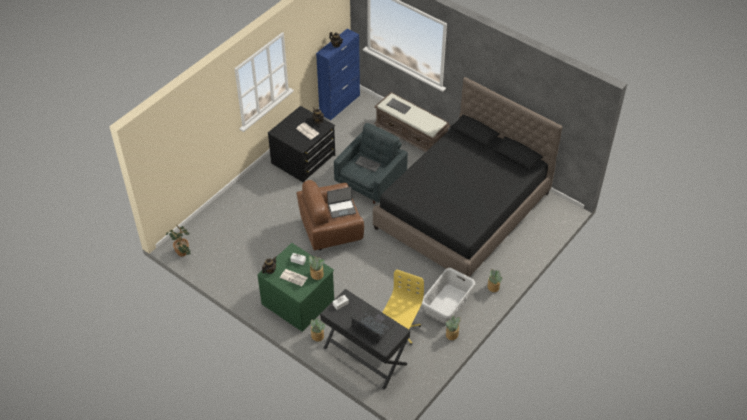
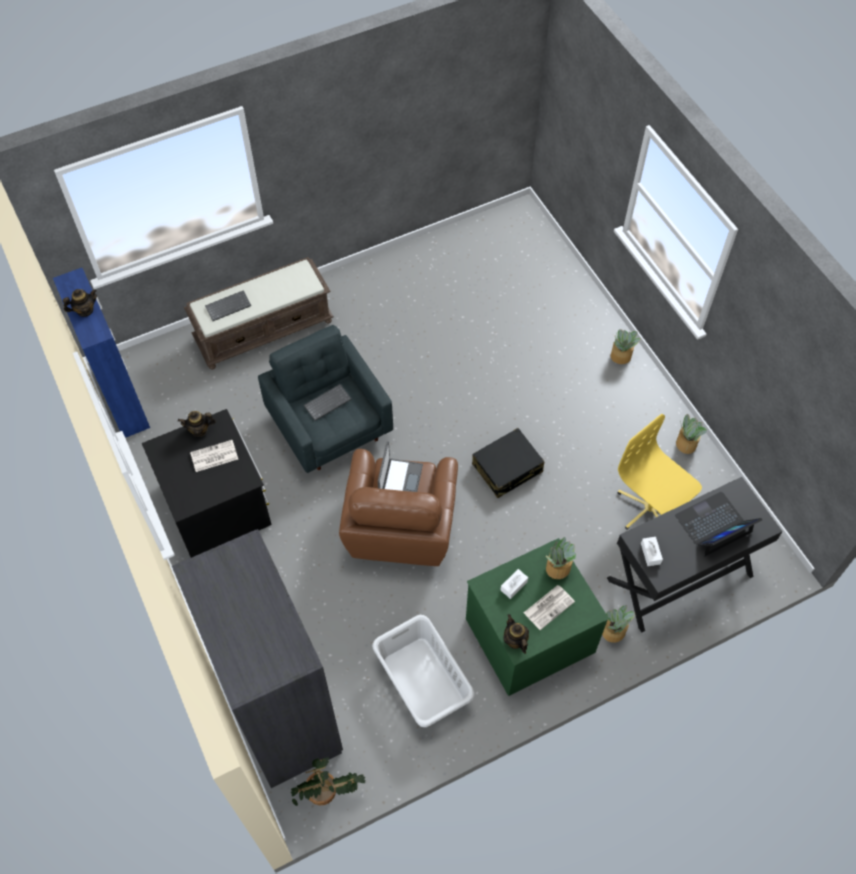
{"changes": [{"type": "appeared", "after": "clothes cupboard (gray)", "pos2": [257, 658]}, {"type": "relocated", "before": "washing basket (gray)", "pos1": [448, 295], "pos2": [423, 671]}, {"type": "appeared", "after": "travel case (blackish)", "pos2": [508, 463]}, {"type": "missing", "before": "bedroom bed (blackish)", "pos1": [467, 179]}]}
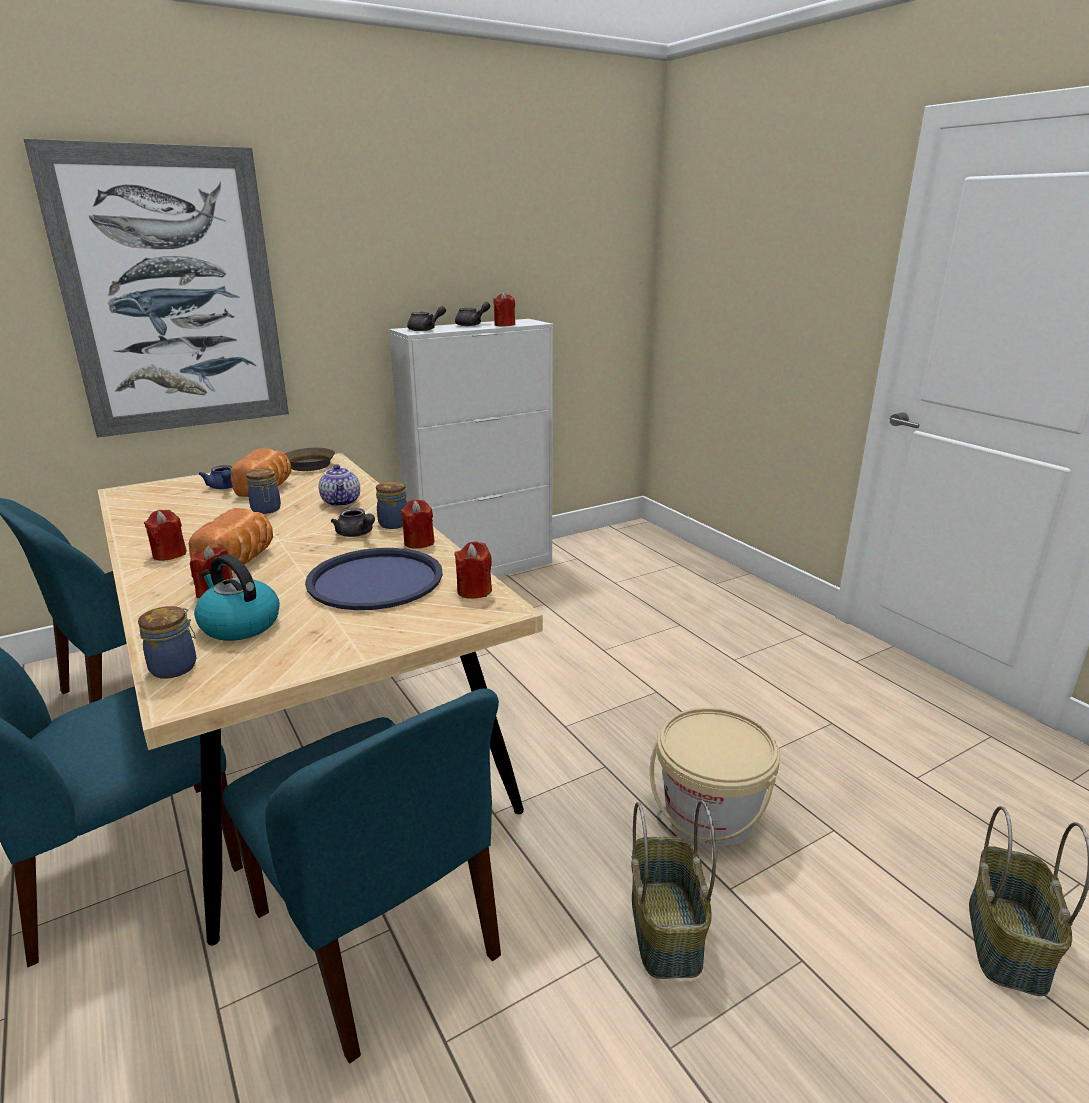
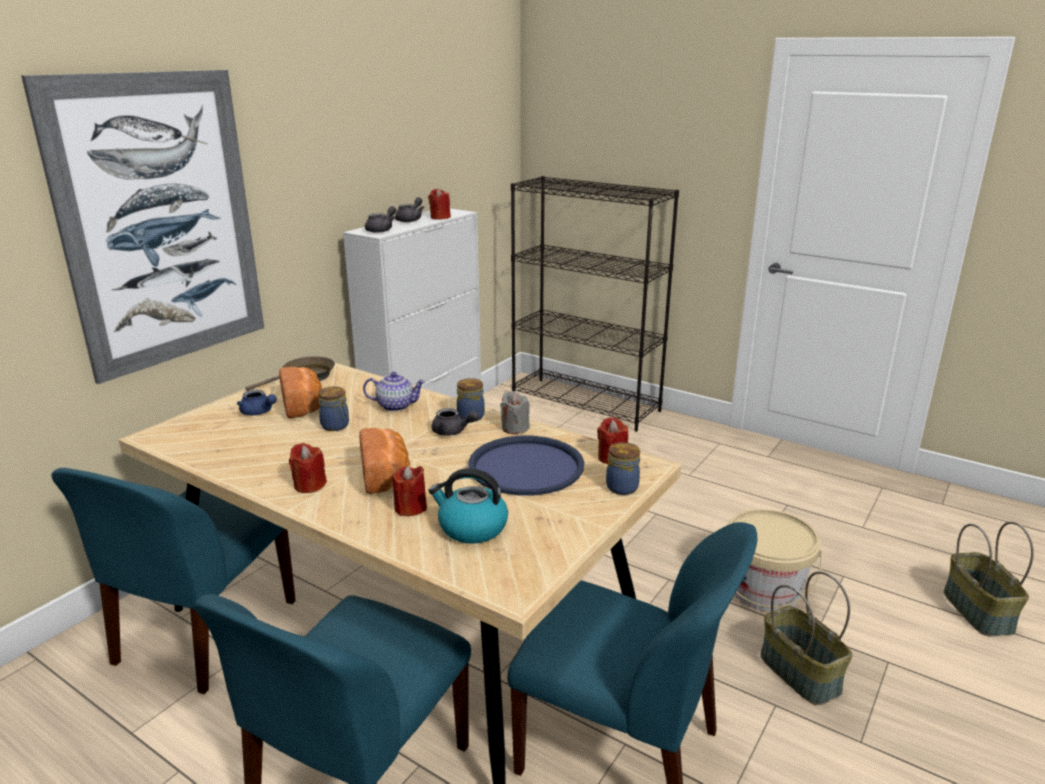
{"changes": [{"type": "spun", "before": "teapot", "pos1": [339, 485], "pos2": [394, 392], "turn": -45}, {"type": "colour", "before": "wax candle (red)", "after": "wax candle (gray)", "pos1": [417, 524], "pos2": [515, 412]}, {"type": "appeared", "after": "bookcase (blackish)", "pos2": [595, 304]}, {"type": "relocated", "before": "preserve jar", "pos1": [167, 642], "pos2": [623, 468]}]}
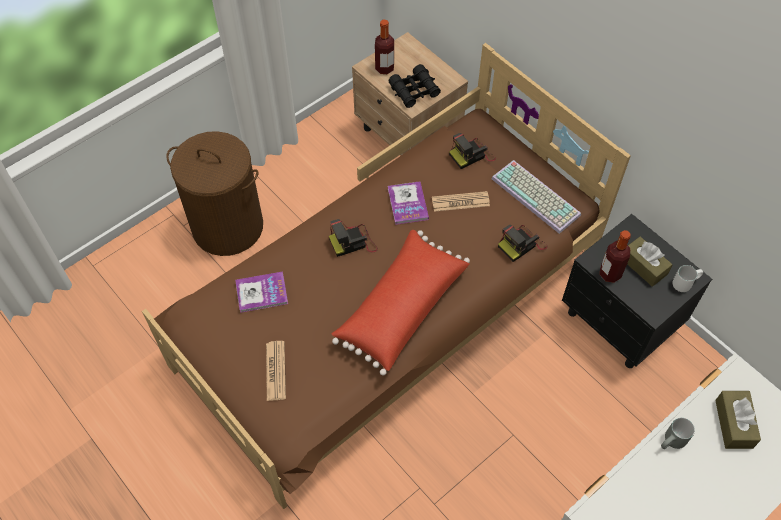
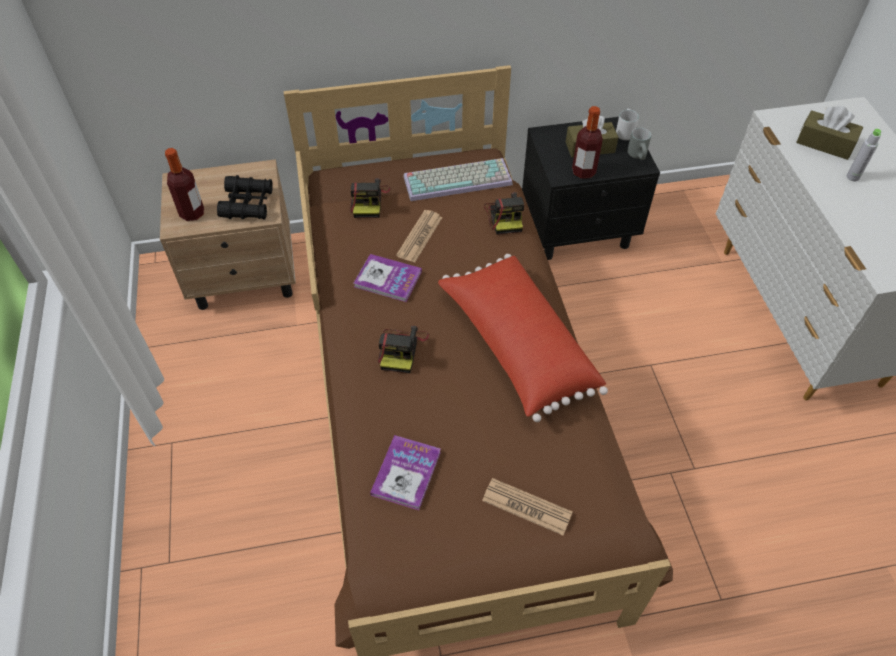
{"changes": [{"type": "relocated", "before": "mug (gray)", "pos1": [678, 433], "pos2": [639, 144]}, {"type": "appeared", "after": "drink bottle (gray)", "pos2": [864, 155]}, {"type": "missing", "before": "washing basket (brown)", "pos1": [214, 193]}]}
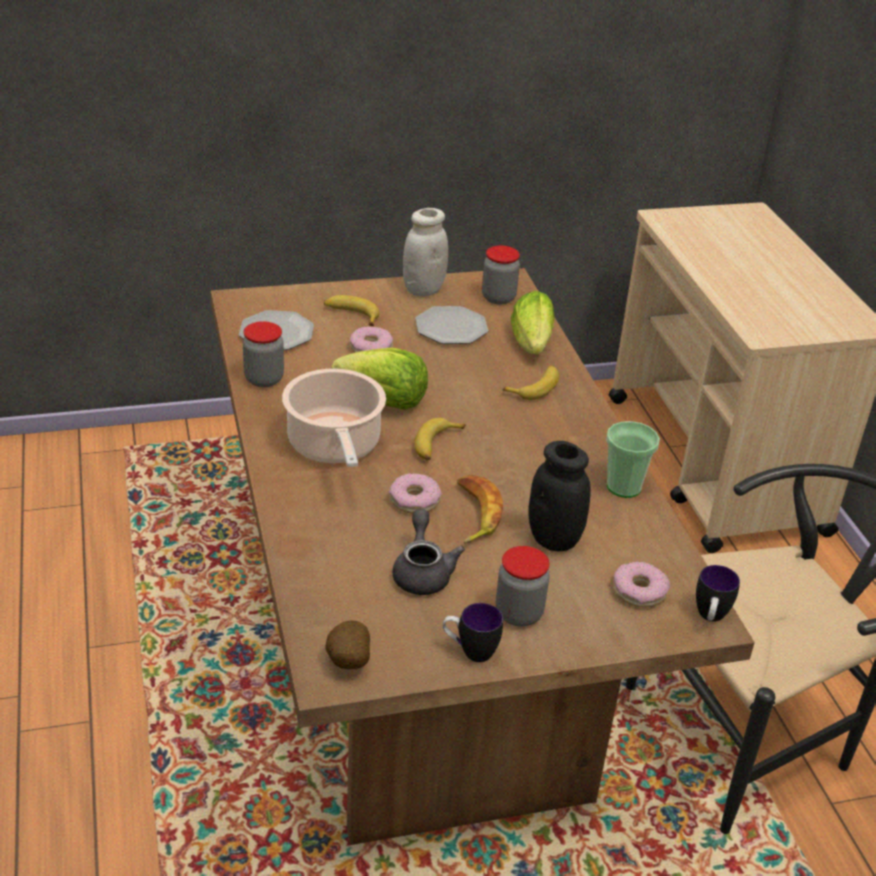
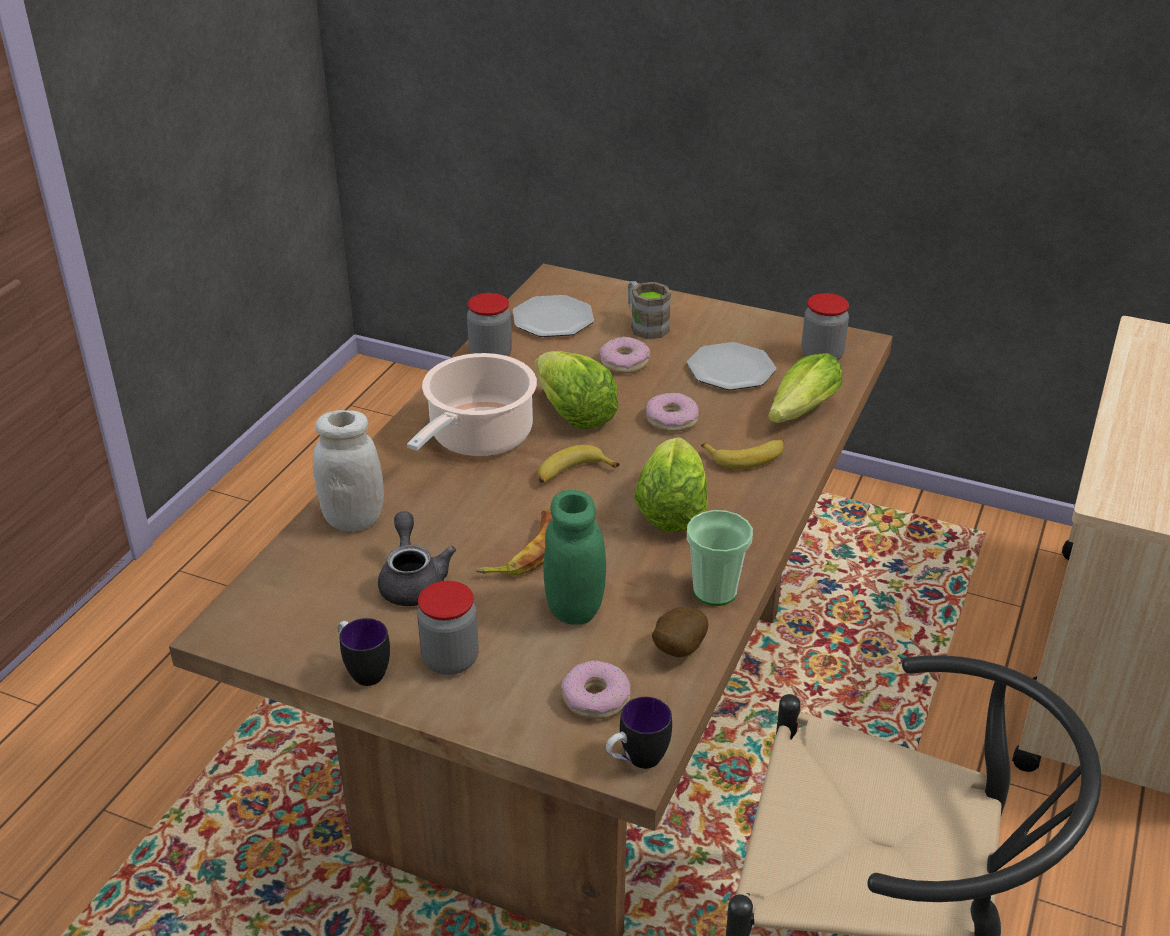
{"changes": [{"type": "relocated", "before": "preserve jar (white)", "pos1": [425, 252], "pos2": [348, 470]}, {"type": "spun", "before": "teapot (gray)", "pos1": [428, 552], "pos2": [417, 558], "turn": -45}, {"type": "colour", "before": "preserve jar (blackish)", "after": "preserve jar (greenish)", "pos1": [560, 496], "pos2": [574, 557]}, {"type": "exchanged", "before": "whole banana", "after": "mug (brown)", "pos1": [352, 310], "pos2": [649, 310]}, {"type": "appeared", "after": "lettuce", "pos2": [671, 484]}, {"type": "relocated", "before": "ring doughnut", "pos1": [415, 493], "pos2": [672, 412]}, {"type": "relocated", "before": "whole potato", "pos1": [347, 644], "pos2": [680, 632]}]}
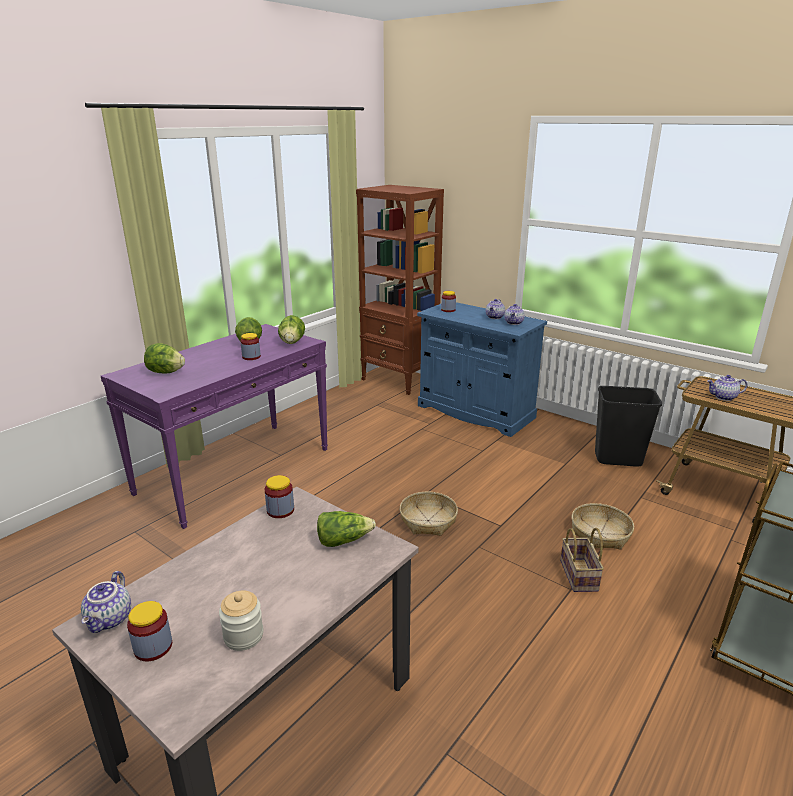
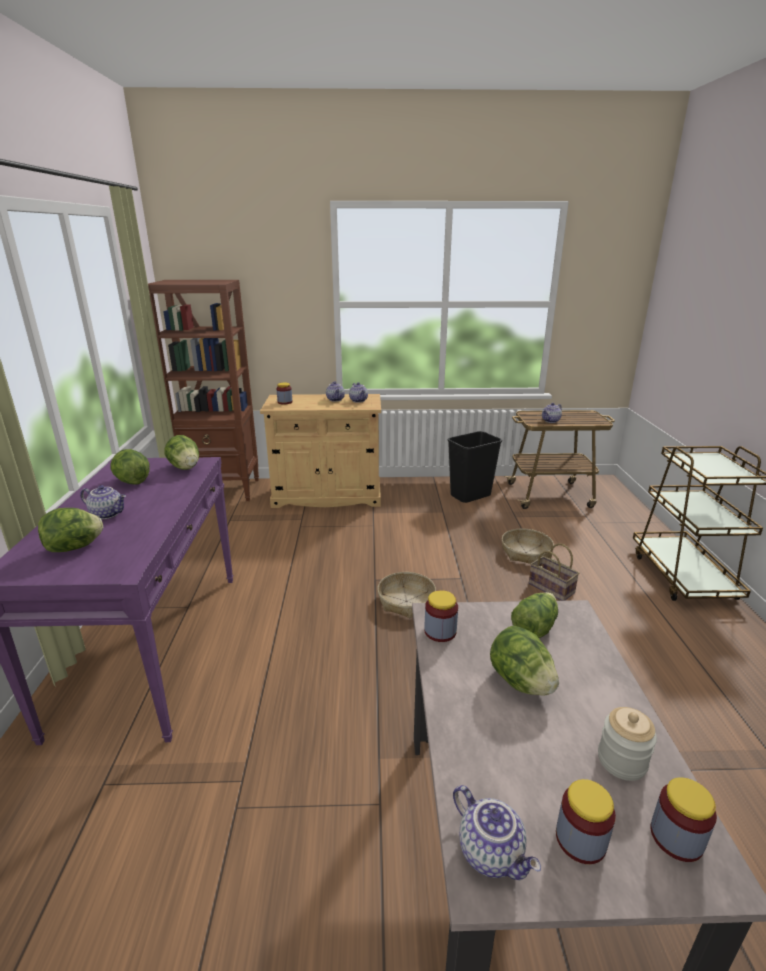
{"changes": [{"type": "appeared", "after": "teapot", "pos2": [103, 502]}, {"type": "colour", "before": "cupboard (blue-coloured)", "after": "cupboard (beige-coloured)", "pos1": [482, 369], "pos2": [320, 451]}, {"type": "appeared", "after": "lettuce", "pos2": [524, 661]}, {"type": "relocated", "before": "preserve jar", "pos1": [250, 346], "pos2": [684, 819]}]}
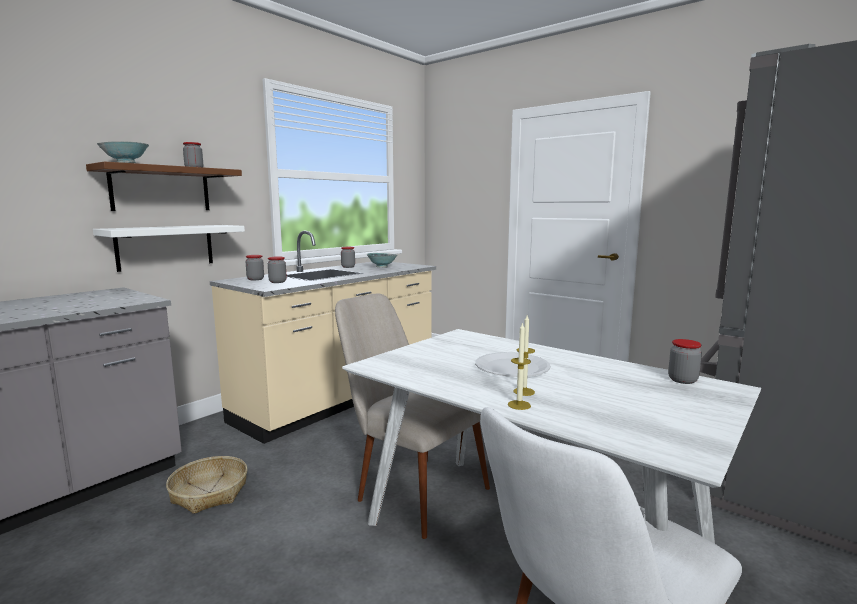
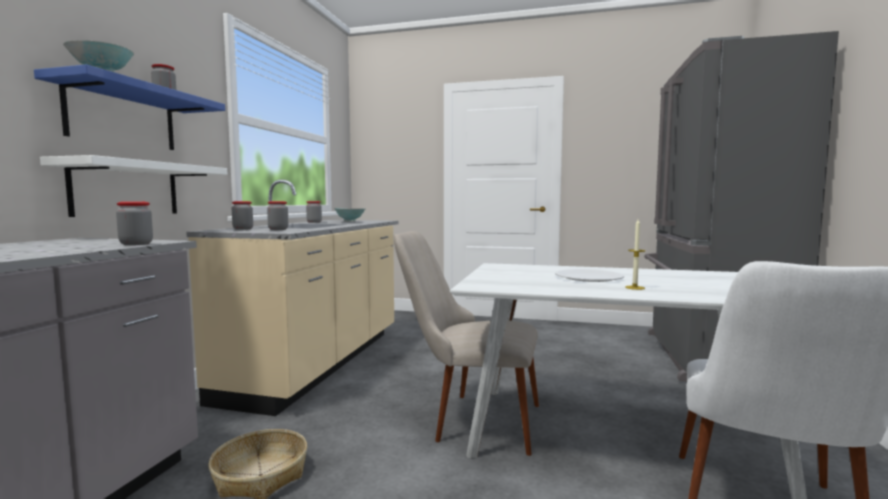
{"changes": [{"type": "colour", "before": "bracket shelf (brown)", "after": "bracket shelf (blue-coloured)", "pos1": [164, 186], "pos2": [129, 107]}, {"type": "relocated", "before": "preserve jar", "pos1": [685, 361], "pos2": [134, 223]}, {"type": "missing", "before": "wax candle", "pos1": [519, 366]}]}
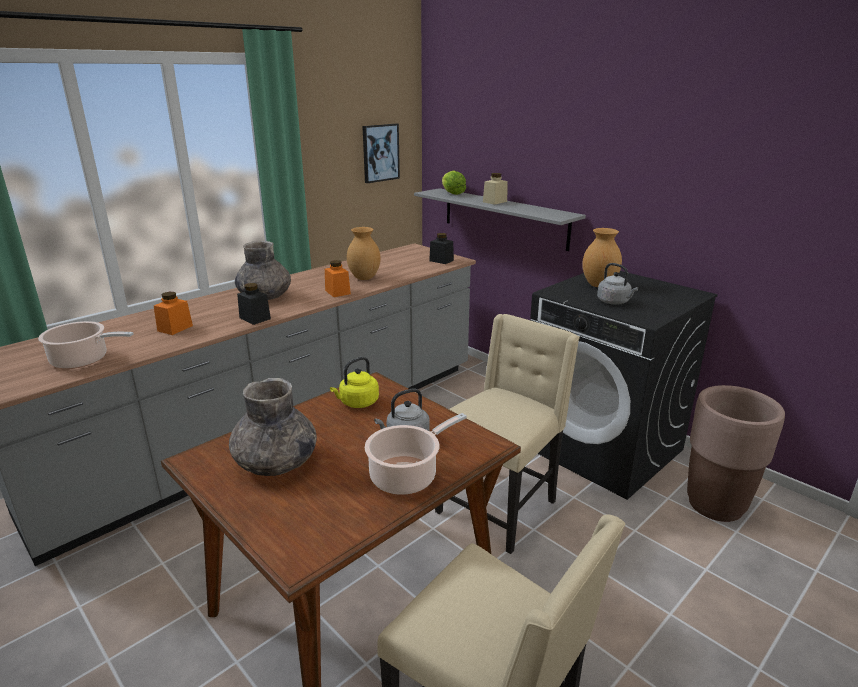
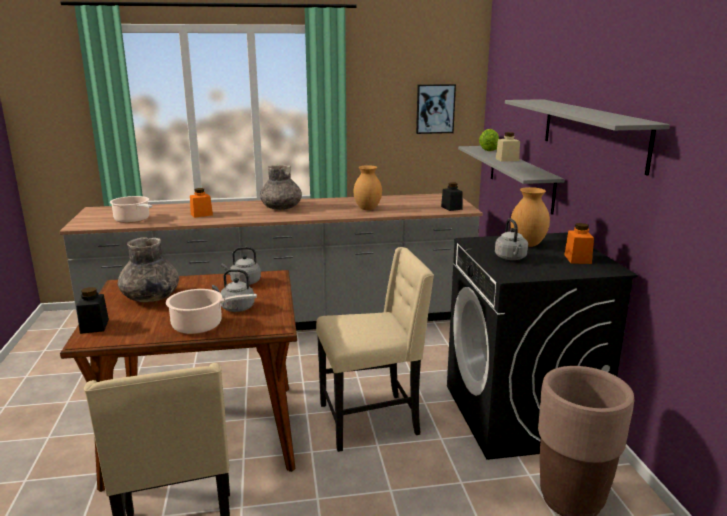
{"changes": [{"type": "relocated", "before": "preserve jar (blackish)", "pos1": [254, 304], "pos2": [92, 310]}, {"type": "colour", "before": "tea kettle (yellow-coloured)", "after": "tea kettle (gray)", "pos1": [354, 382], "pos2": [241, 266]}, {"type": "appeared", "after": "bracket shelf (gray)", "pos2": [587, 137]}, {"type": "relocated", "before": "preserve jar (orange-coloured)", "pos1": [338, 278], "pos2": [579, 243]}]}
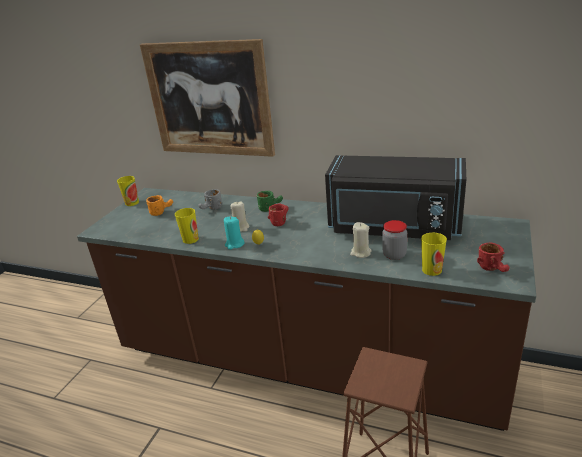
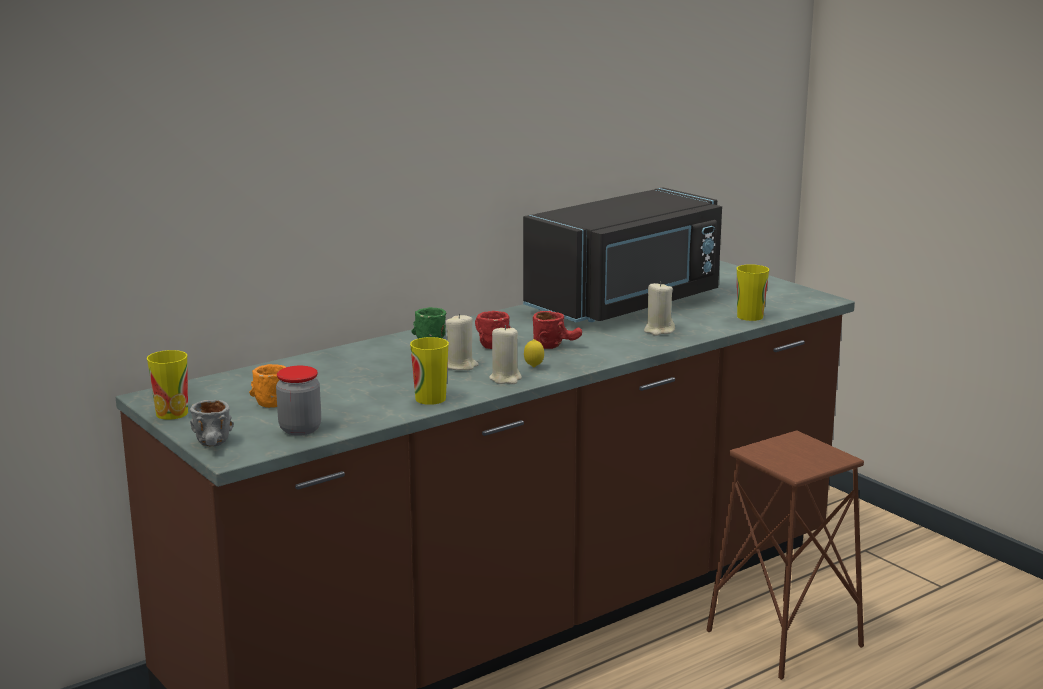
{"changes": [{"type": "relocated", "before": "mug (gray)", "pos1": [210, 199], "pos2": [212, 423]}, {"type": "relocated", "before": "preserve jar", "pos1": [394, 240], "pos2": [298, 401]}, {"type": "colour", "before": "wax candle (turquoise)", "after": "wax candle (beige-coloured)", "pos1": [234, 233], "pos2": [505, 354]}, {"type": "relocated", "before": "mug (red)", "pos1": [493, 257], "pos2": [557, 330]}, {"type": "missing", "before": "picture", "pos1": [207, 98]}]}
